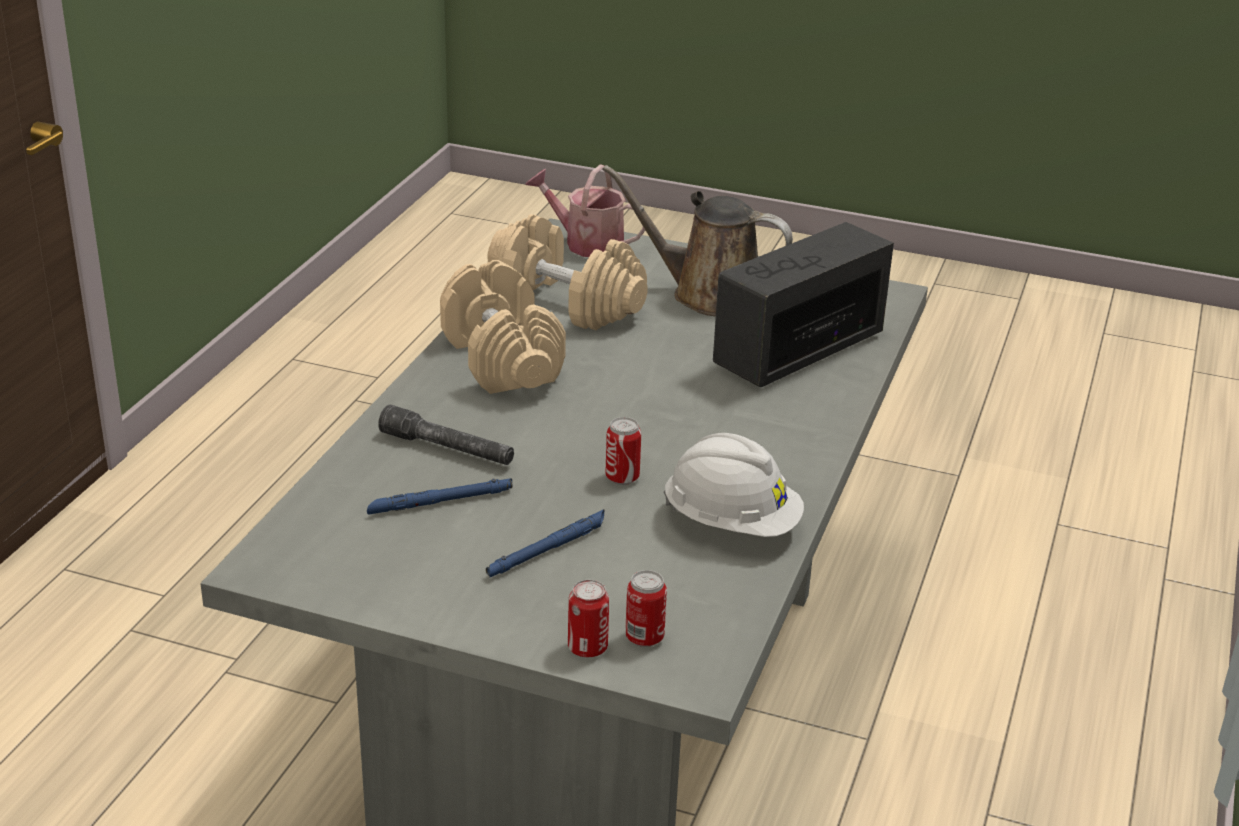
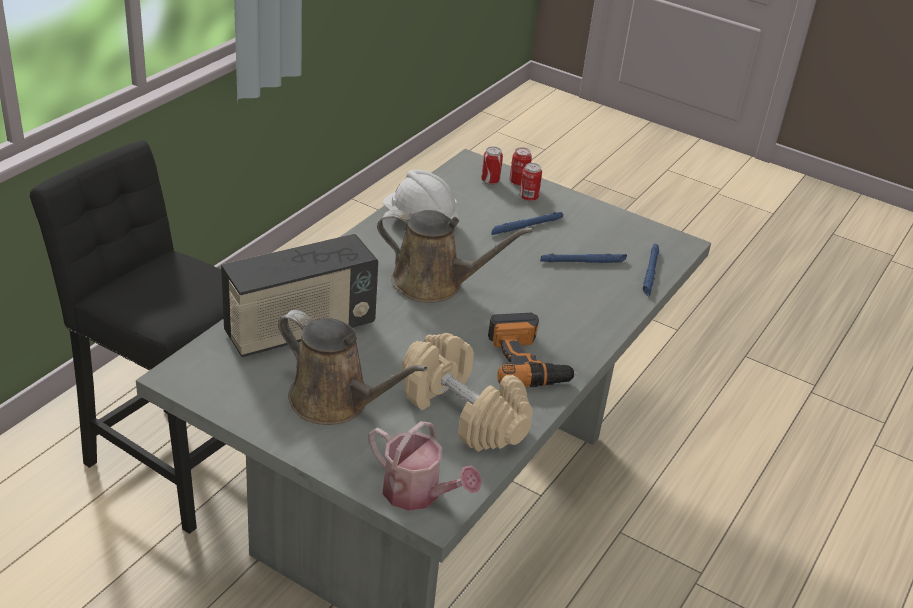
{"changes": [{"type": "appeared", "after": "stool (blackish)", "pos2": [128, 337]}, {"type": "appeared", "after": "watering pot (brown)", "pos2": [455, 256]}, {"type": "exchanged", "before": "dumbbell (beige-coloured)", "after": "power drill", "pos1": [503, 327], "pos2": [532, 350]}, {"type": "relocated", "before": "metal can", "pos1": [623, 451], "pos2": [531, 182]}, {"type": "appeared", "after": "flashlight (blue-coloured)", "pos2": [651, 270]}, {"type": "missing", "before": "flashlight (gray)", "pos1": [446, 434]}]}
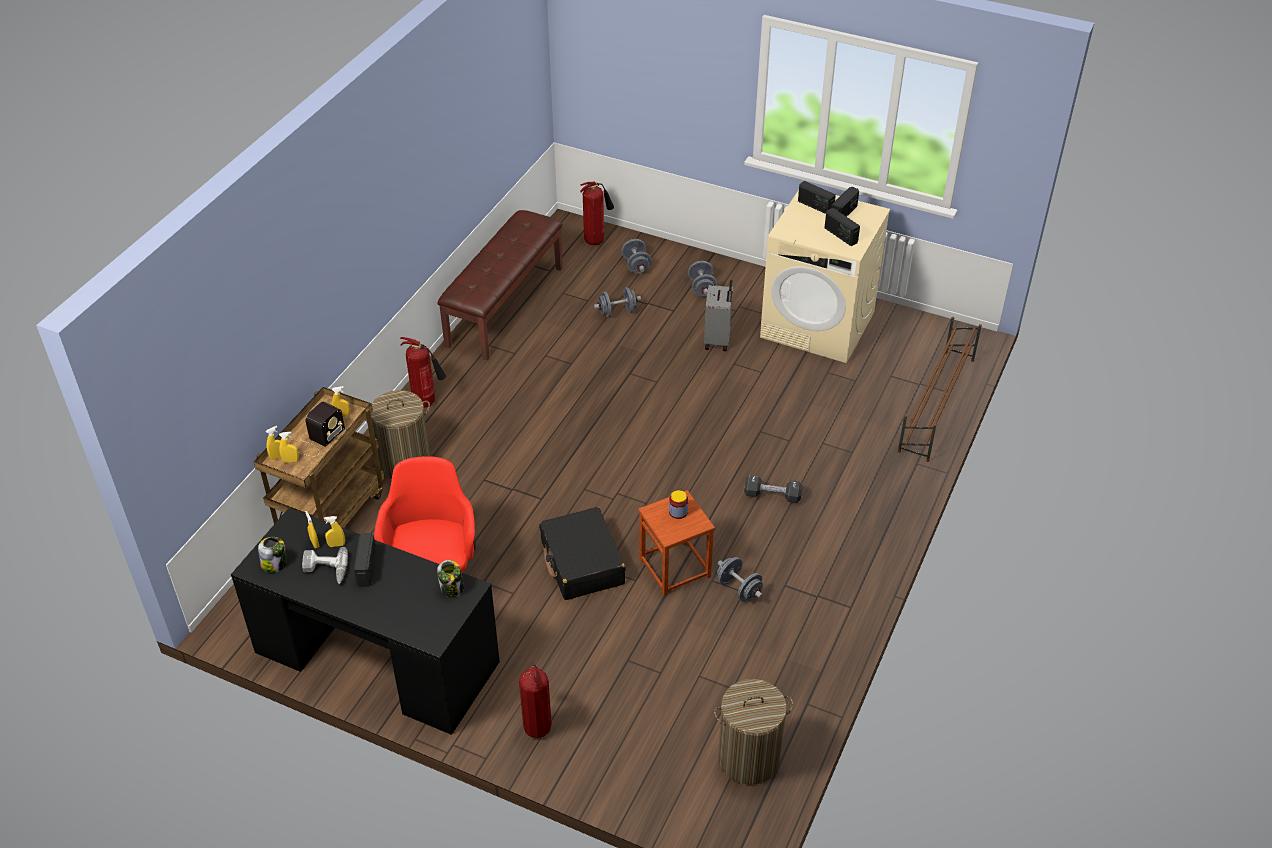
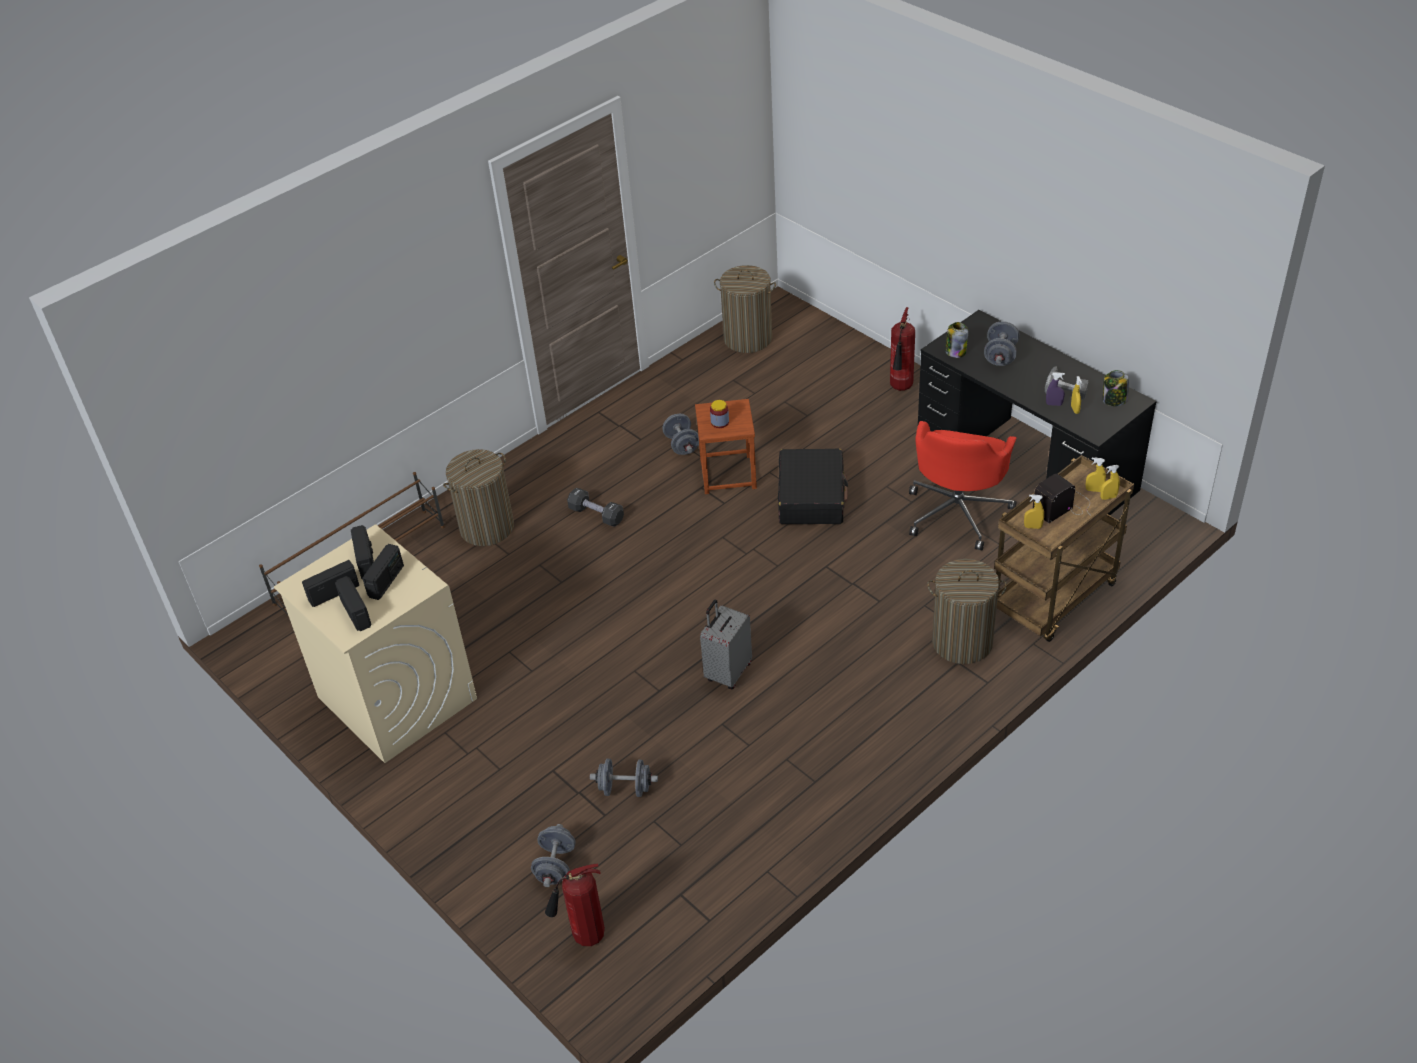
{"changes": [{"type": "relocated", "before": "radio set", "pos1": [365, 560], "pos2": [383, 572]}, {"type": "appeared", "after": "washing basket", "pos2": [478, 497]}, {"type": "relocated", "before": "travel case (gray)", "pos1": [718, 315], "pos2": [726, 644]}, {"type": "relocated", "before": "dumbbell (gray)", "pos1": [702, 278], "pos2": [1002, 343]}, {"type": "colour", "before": "spray bottle (yellow-coloured)", "after": "spray bottle (purple)", "pos1": [334, 531], "pos2": [1055, 389]}, {"type": "missing", "before": "fire-fighting cylinder", "pos1": [423, 372]}, {"type": "missing", "before": "indoor bench (brown)", "pos1": [500, 285]}]}
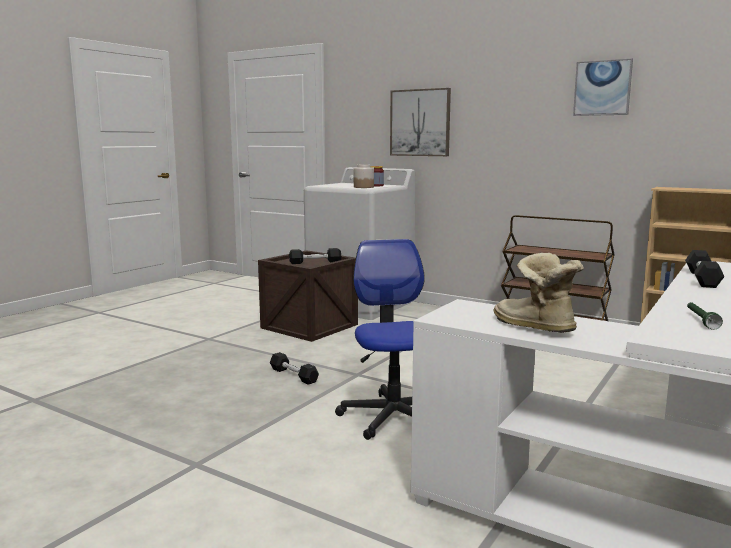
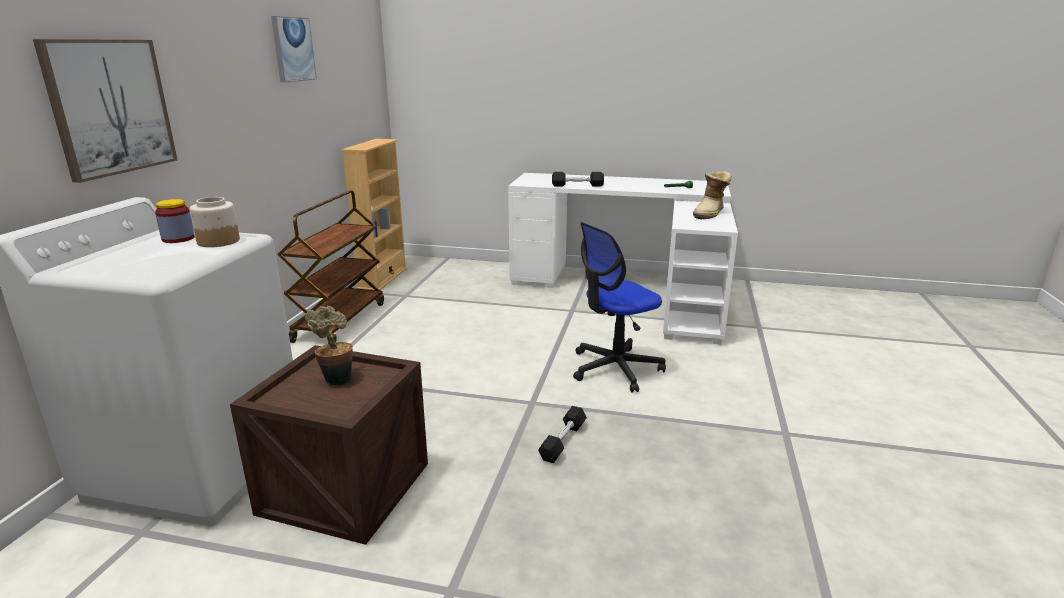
{"changes": [{"type": "exchanged", "before": "dumbbell (blackish)", "after": "plant in a pot", "pos1": [315, 256], "pos2": [329, 346]}]}
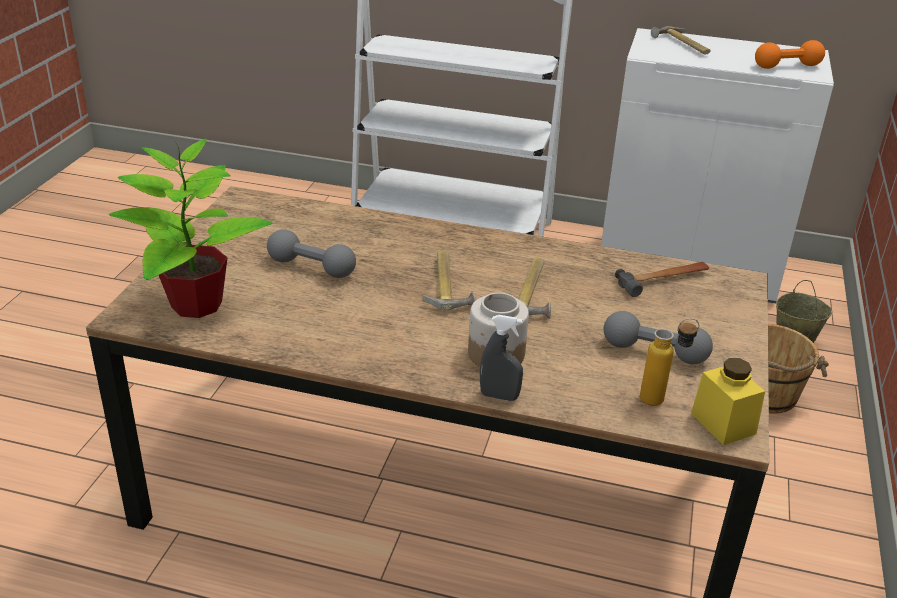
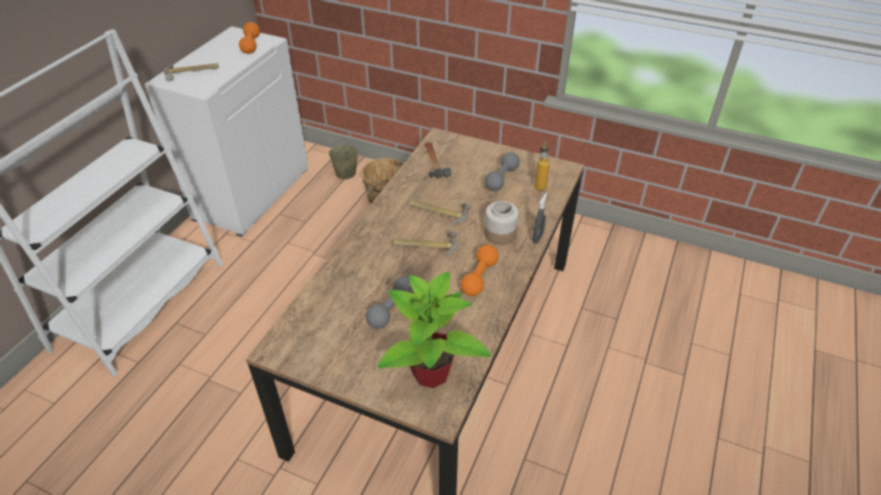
{"changes": [{"type": "appeared", "after": "dumbbell (orange-coloured)", "pos2": [480, 270]}, {"type": "missing", "before": "preserve jar (yellow-coloured)", "pos1": [728, 401]}]}
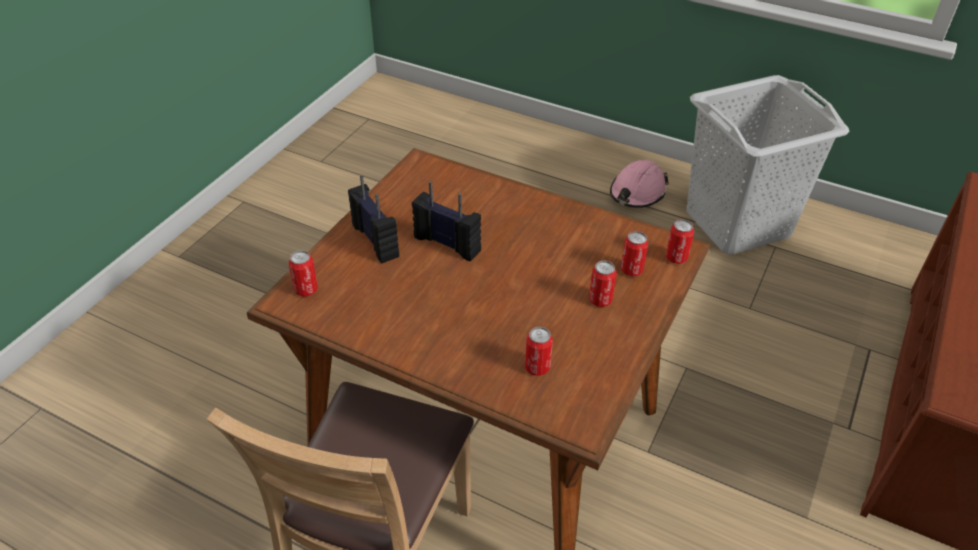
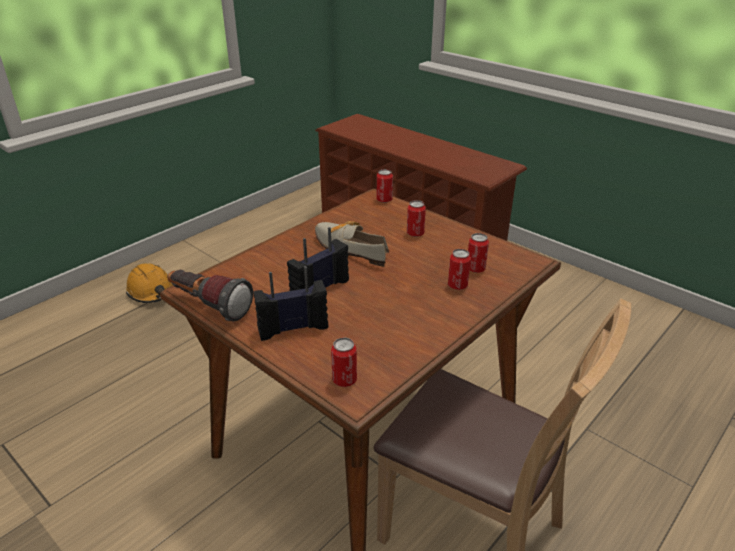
{"changes": [{"type": "colour", "before": "hard hat (pink)", "after": "hard hat (orange-coloured)", "pos1": [639, 184], "pos2": [149, 283]}, {"type": "appeared", "after": "flashlight", "pos2": [210, 295]}, {"type": "appeared", "after": "item of footwear", "pos2": [352, 244]}, {"type": "relocated", "before": "metal can", "pos1": [634, 253], "pos2": [459, 269]}, {"type": "missing", "before": "washing basket (gray)", "pos1": [768, 165]}]}
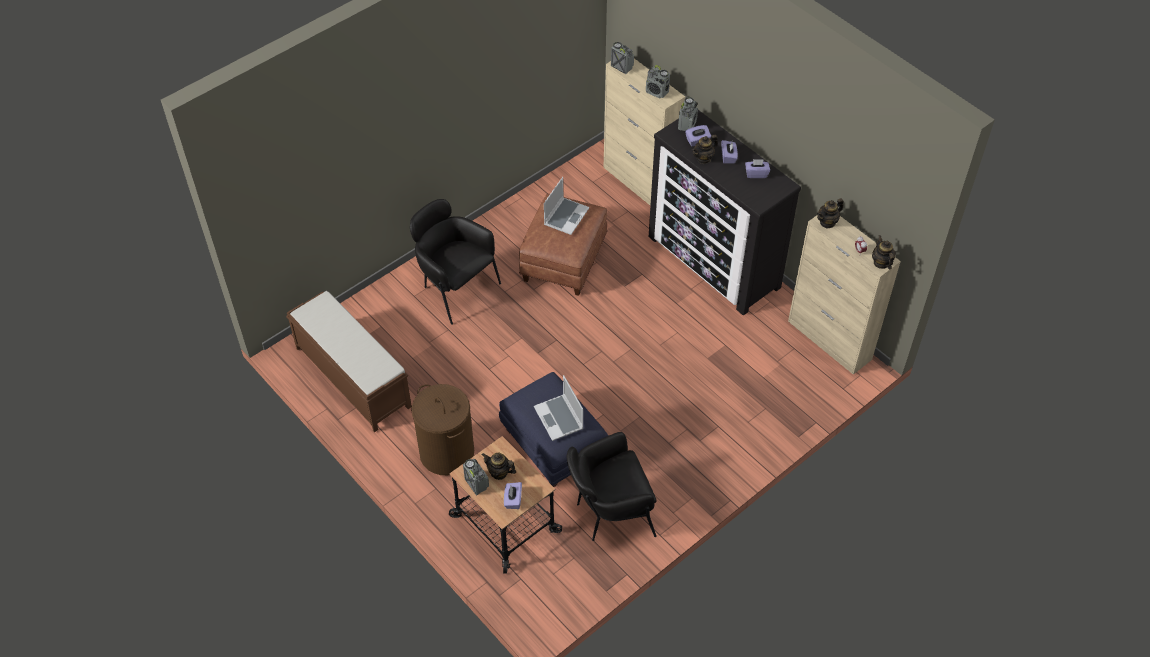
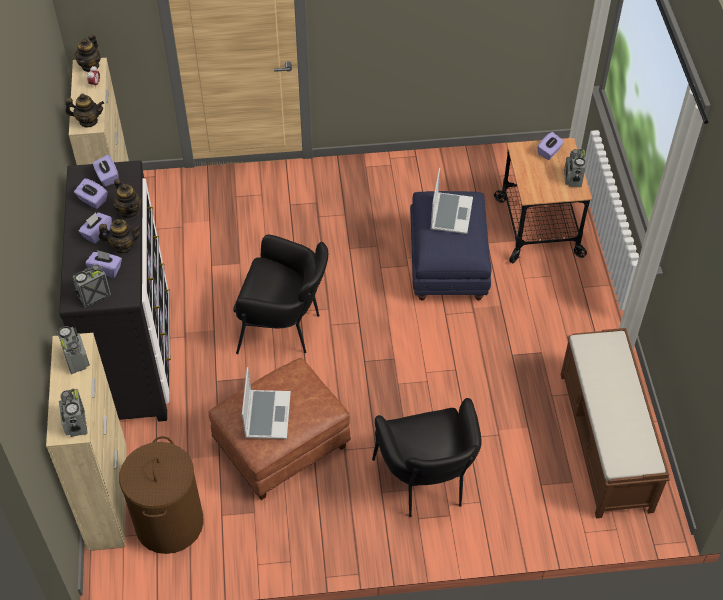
{"changes": [{"type": "appeared", "after": "box of tissues (purple)", "pos2": [106, 171]}, {"type": "relocated", "before": "teapot", "pos1": [499, 466], "pos2": [127, 198]}, {"type": "relocated", "before": "washing basket (brown)", "pos1": [442, 429], "pos2": [161, 495]}, {"type": "relocated", "before": "lounge chair (blackish)", "pos1": [612, 486], "pos2": [280, 294]}, {"type": "spun", "before": "portable computer", "pos1": [566, 206], "pos2": [266, 403], "turn": 120}]}
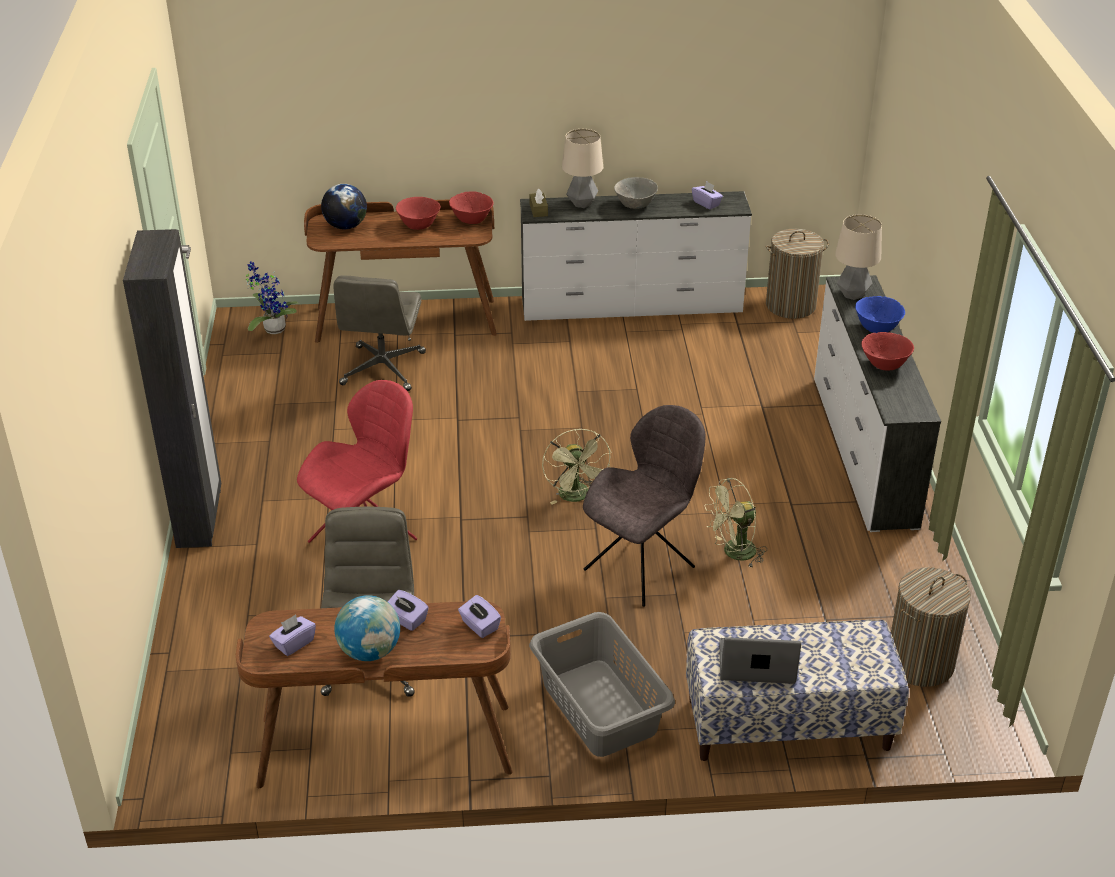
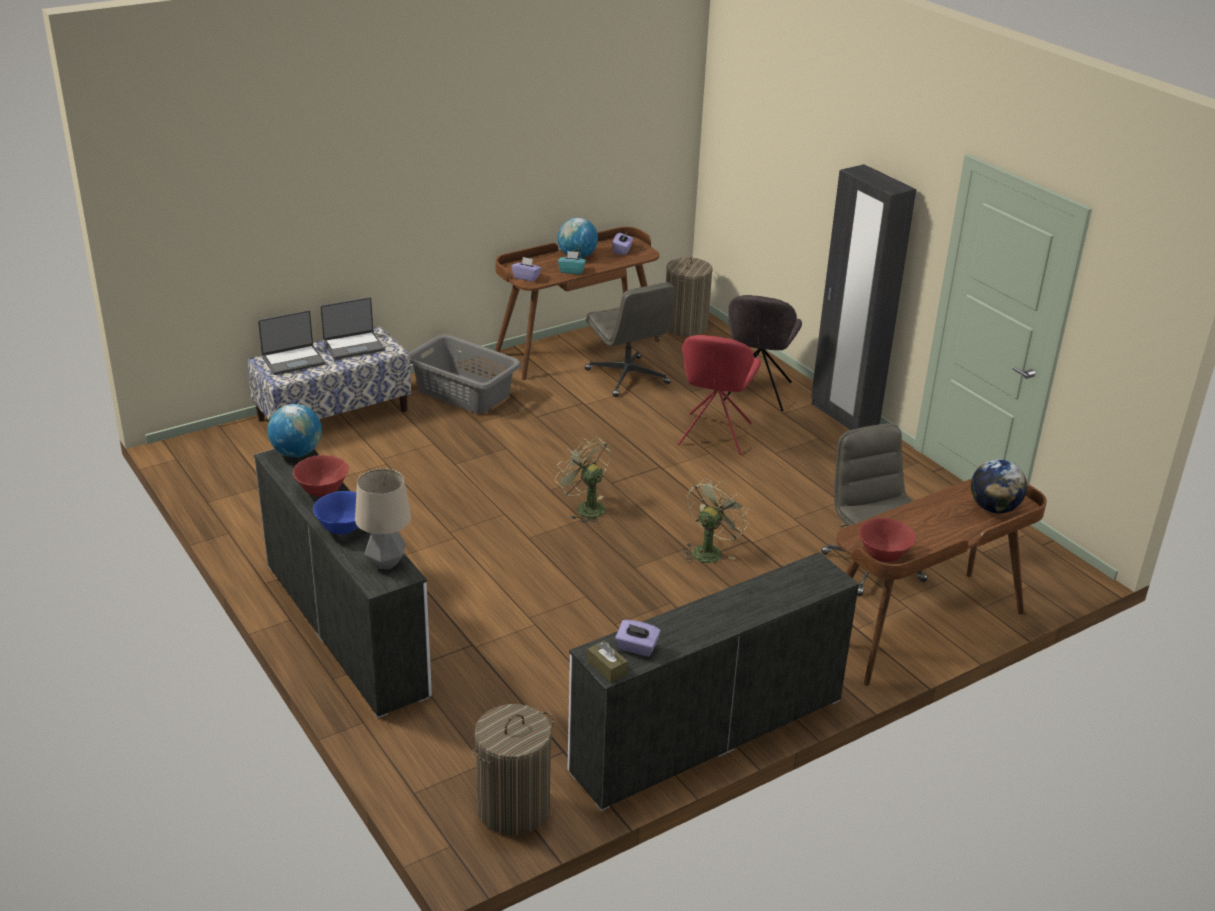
{"changes": [{"type": "appeared", "after": "portable computer", "pos2": [291, 342]}, {"type": "appeared", "after": "desk globe", "pos2": [294, 430]}, {"type": "colour", "before": "box of tissues (purple)", "after": "box of tissues (turquoise)", "pos1": [408, 610], "pos2": [572, 263]}, {"type": "relocated", "before": "box of tissues (brown)", "pos1": [538, 203], "pos2": [607, 661]}, {"type": "relocated", "before": "washing basket", "pos1": [931, 627], "pos2": [689, 297]}, {"type": "relocated", "before": "cooling fan (greenish)", "pos1": [736, 522], "pos2": [715, 520]}, {"type": "relocated", "before": "plain chair (gray)", "pos1": [644, 506], "pos2": [763, 353]}, {"type": "missing", "before": "plant in a pot", "pos1": [272, 298]}, {"type": "missing", "before": "deep dish (red)", "pos1": [418, 213]}, {"type": "missing", "before": "tabletop lamp", "pos1": [582, 168]}, {"type": "missing", "before": "deep dish (gray)", "pos1": [636, 193]}]}
